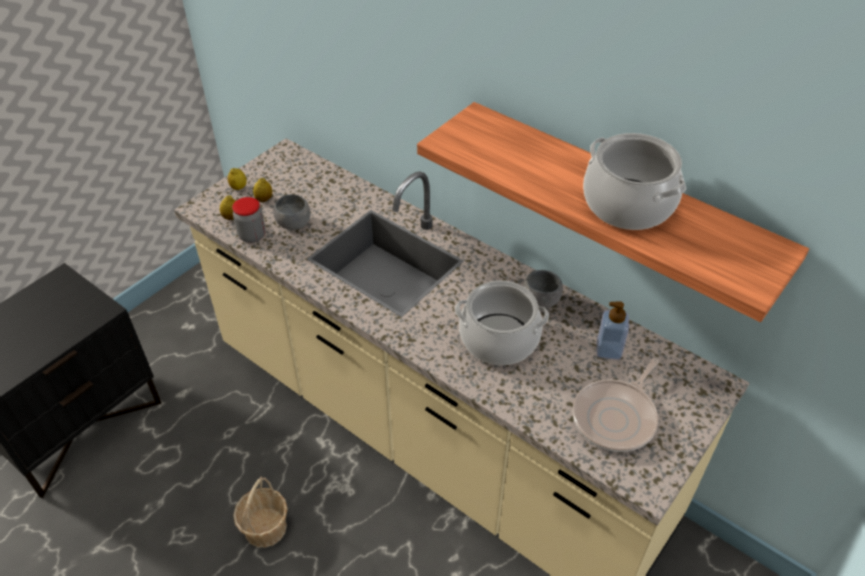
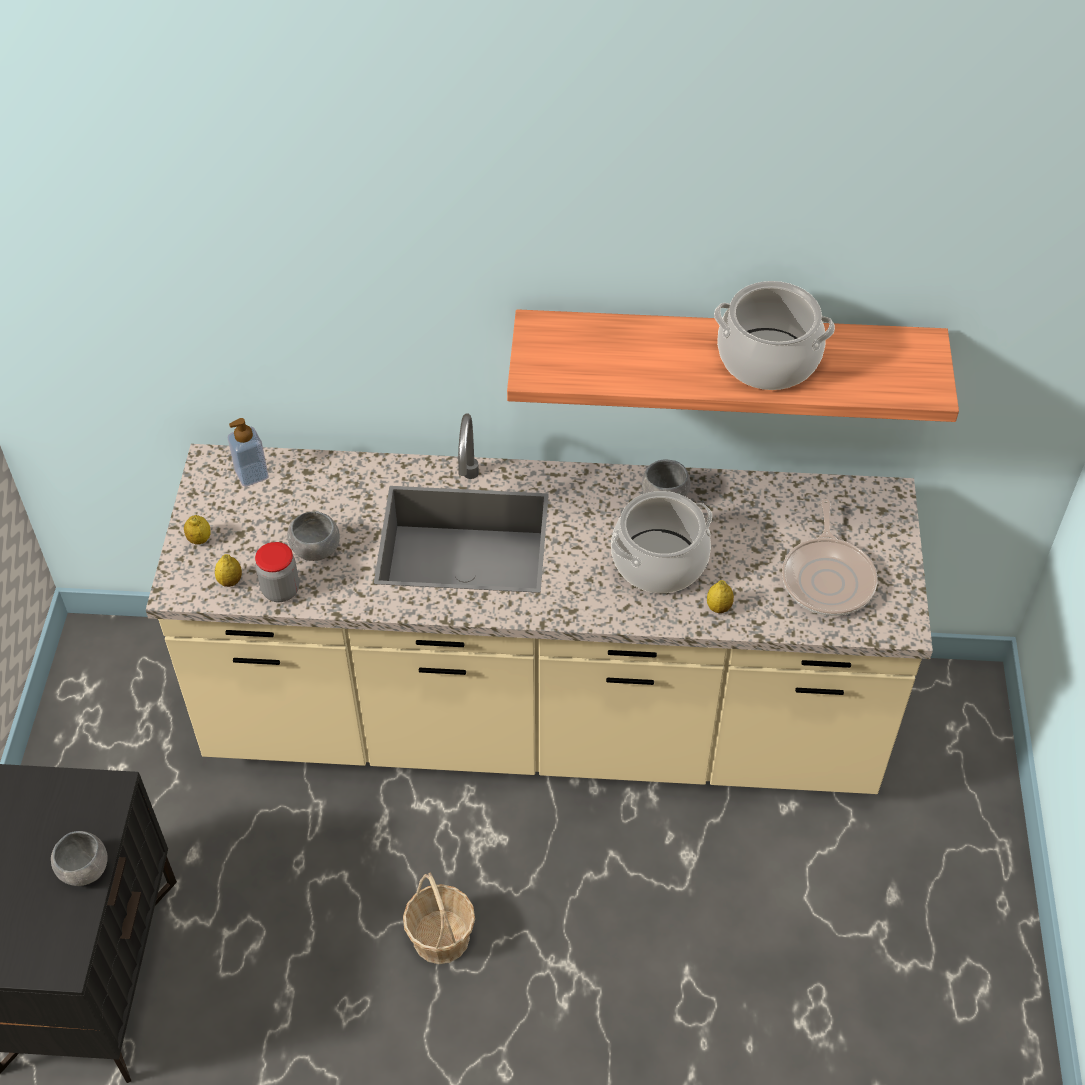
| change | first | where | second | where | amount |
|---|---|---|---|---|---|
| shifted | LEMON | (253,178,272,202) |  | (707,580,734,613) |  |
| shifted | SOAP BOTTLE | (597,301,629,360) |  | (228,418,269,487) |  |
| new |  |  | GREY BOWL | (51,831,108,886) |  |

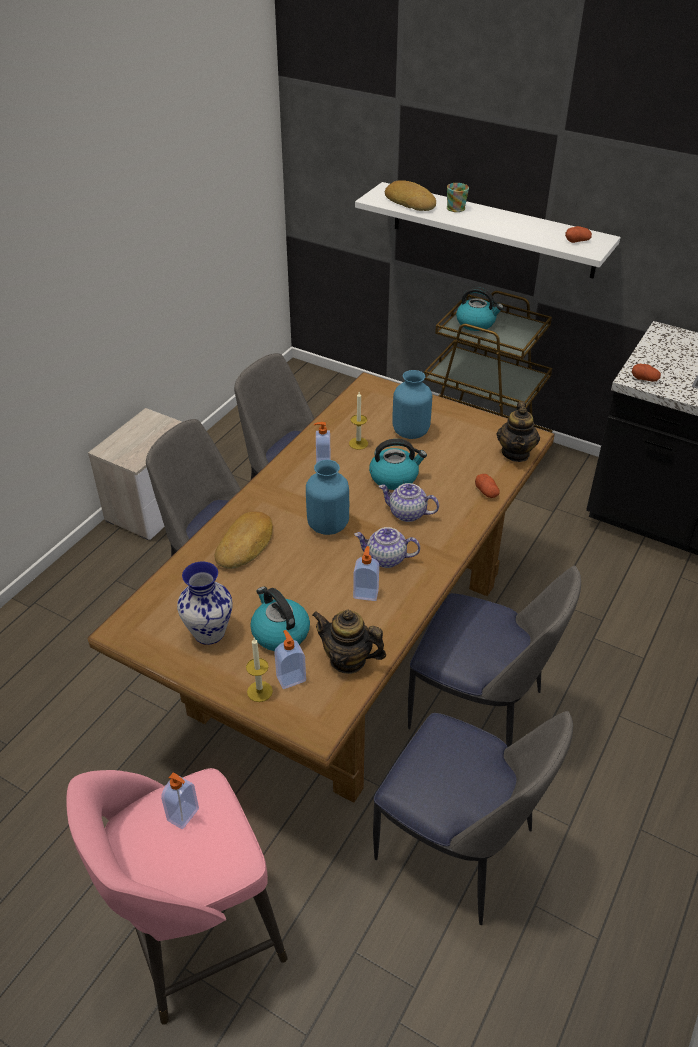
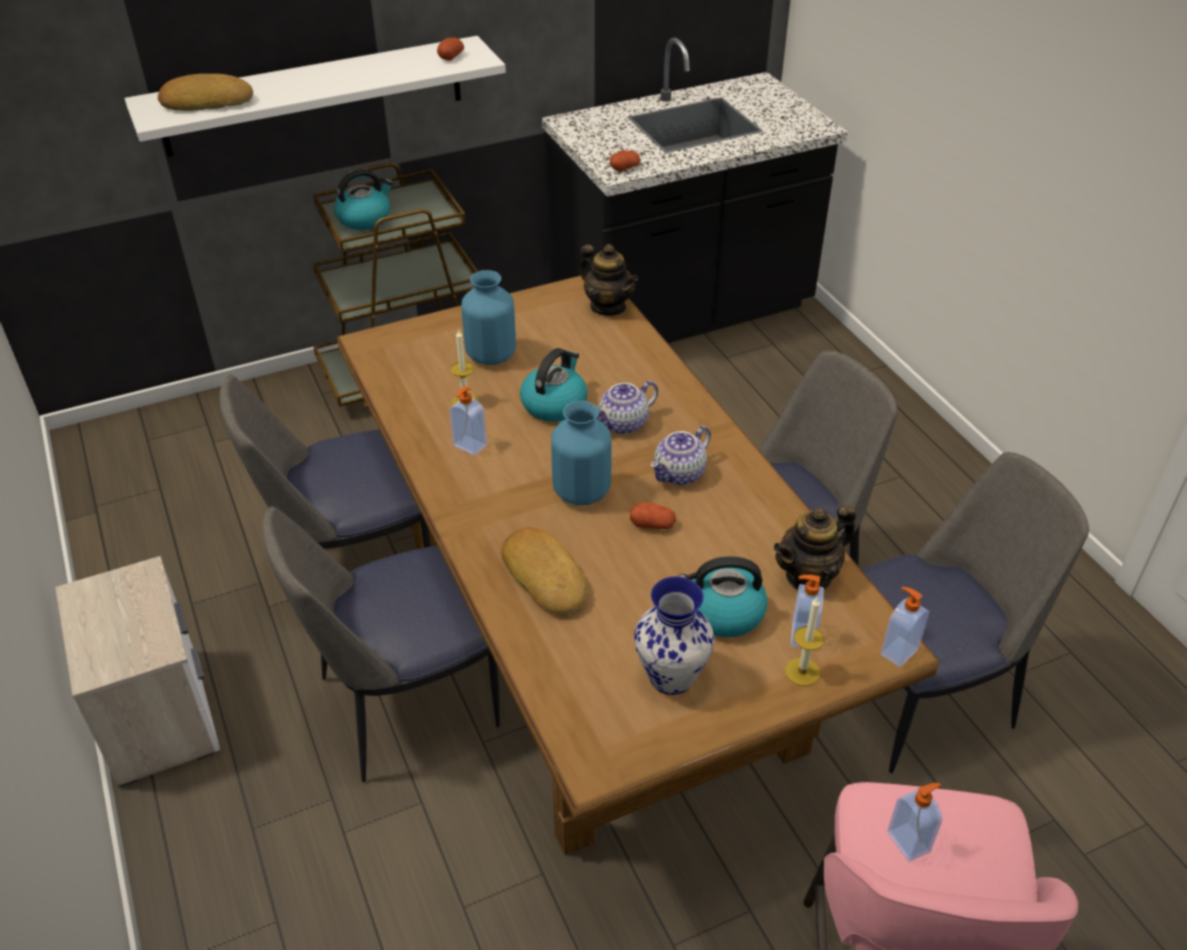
| change | first | where | second | where | amount |
|---|---|---|---|---|---|
| gone | TEA MUG | (447,183,469,212) |  |  |  |
| shifted | POTATO | (475,474,500,498) |  | (630,503,676,529) |  |
| shifted | SOAP BOTTLE | (353,546,379,601) |  | (880,587,929,667) |  |

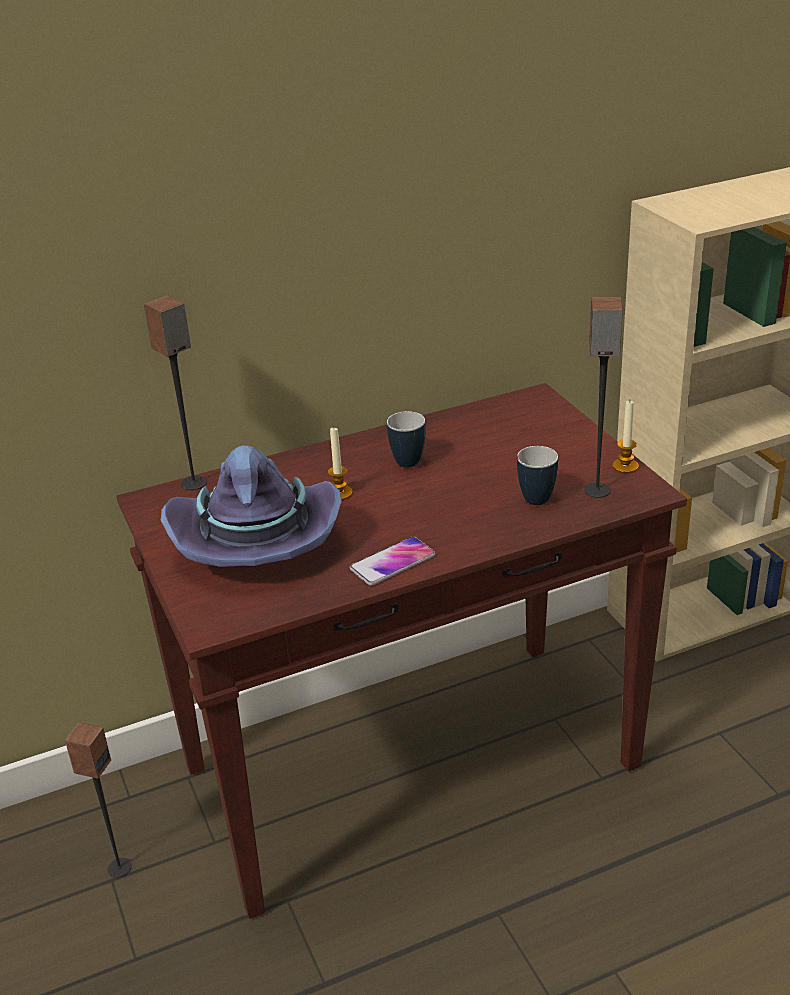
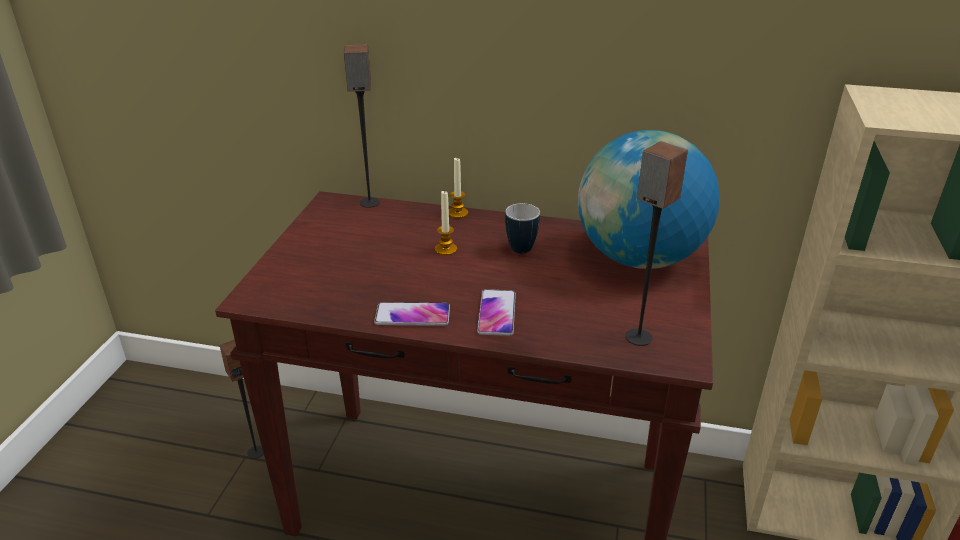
| change | first | where | second | where | amount |
|---|---|---|---|---|---|
| shifted | WAX CANDLE | (613,401,639,473) |  | (449,158,468,219) |  |
| gone | PURPLE-COLOURED CLOTHING HAT | (161,446,342,567) |  |  |  |
| gone | TEA MUG | (517,446,558,505) |  |  |  |
| new |  |  | DESK GLOBE | (578,130,720,269) |  |
| new |  |  | HANDSET | (477,289,516,336) |  |

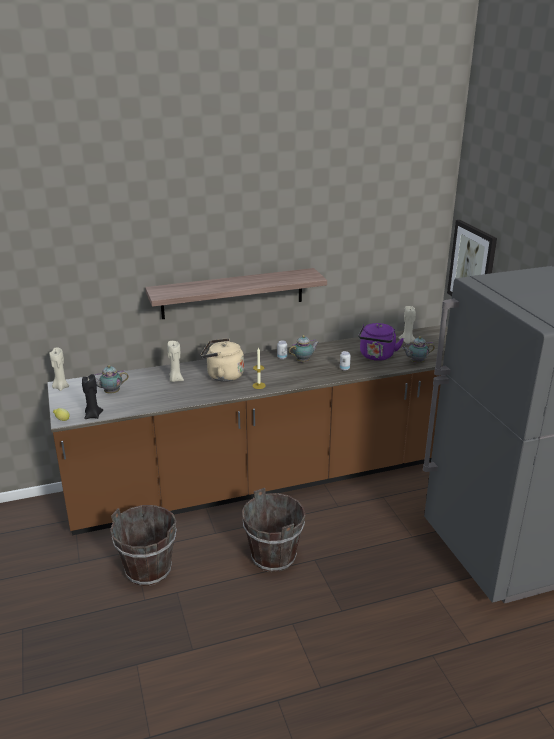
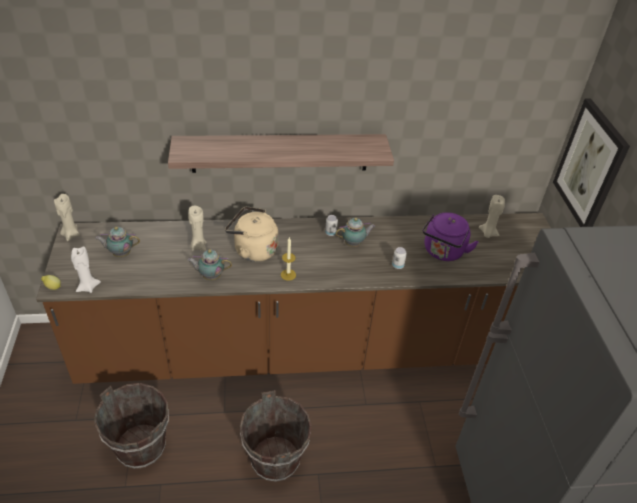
| change | first | where | second | where | amount |
|---|---|---|---|---|---|
| shifted | POT FOR TEA | (402,336,435,363) |  | (187,249,232,281) |  |
| repainted | BLACKISH WAX CANDLE | (82,374,103,419) | WHITE-COLOURED WAX CANDLE | (71,246,101,293) |  |

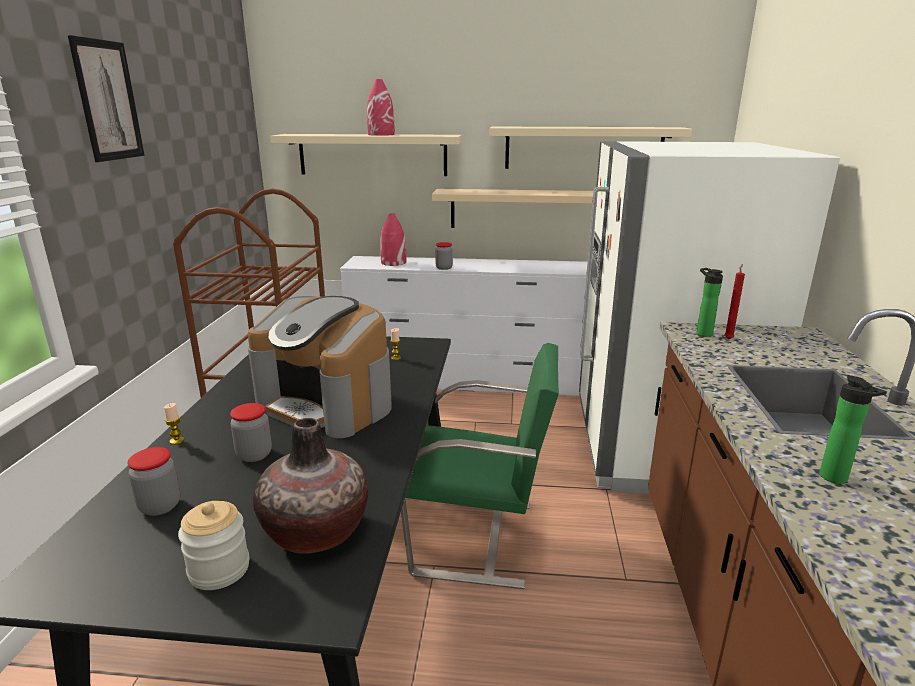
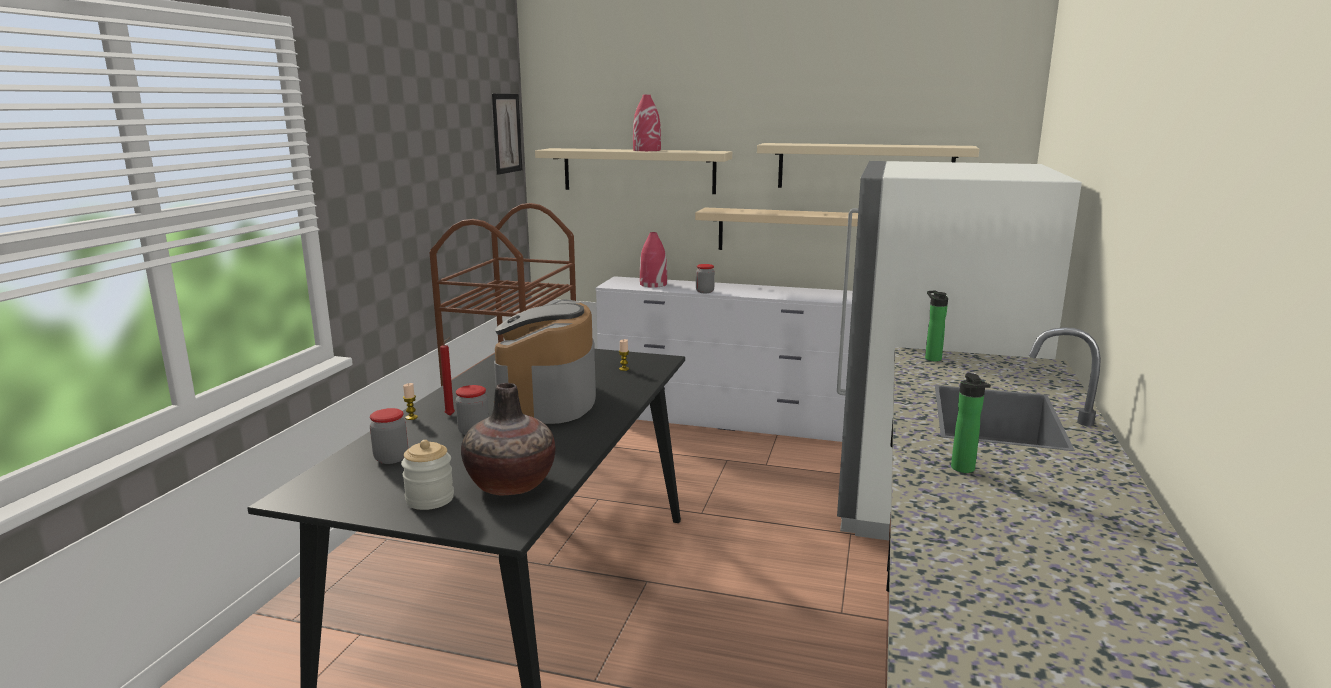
| change | first | where | second | where | amount |
|---|---|---|---|---|---|
| shifted | WALL PICTURE | (68,35,145,162) |  | (492,94,522,175) |  |
| shifted | RED-COLOURED WAX CANDLE | (724,264,745,340) |  | (440,337,455,415) |  |
| rotated | COFFEE BREWER | (248,296,392,438) |  | (494,299,596,424) | 45 degrees clockwise |
| gone | GREEN-COLOURED CHAIR | (401,343,559,589) |  |  |  |

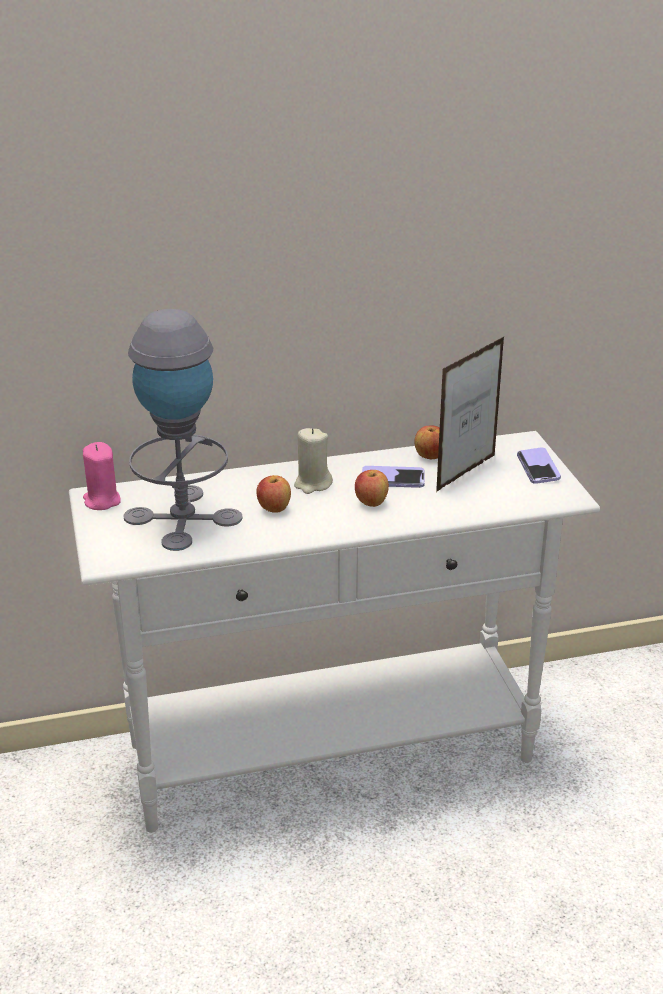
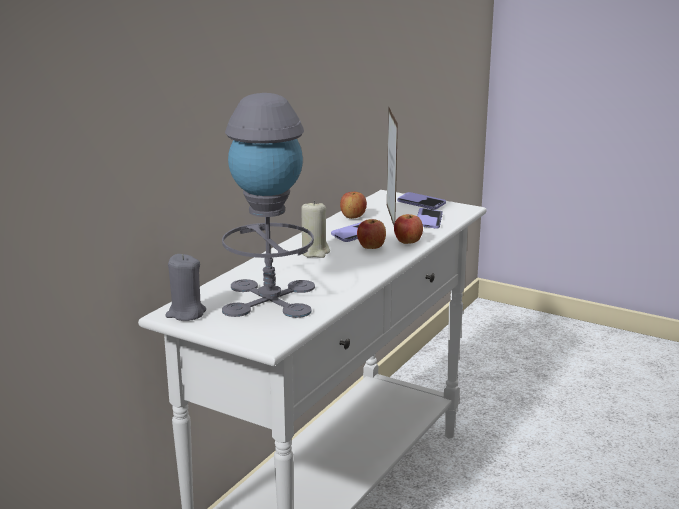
| change | first | where | second | where | amount |
|---|---|---|---|---|---|
| repainted | PINKISH WAX CANDLE | (83,442,121,510) | GREY WAX CANDLE | (165,254,206,321) |  |
| shifted | WHOLE APPLE | (256,475,291,513) |  | (394,214,423,244) |  |
| new |  |  | HANDSET | (417,208,443,229) |  |

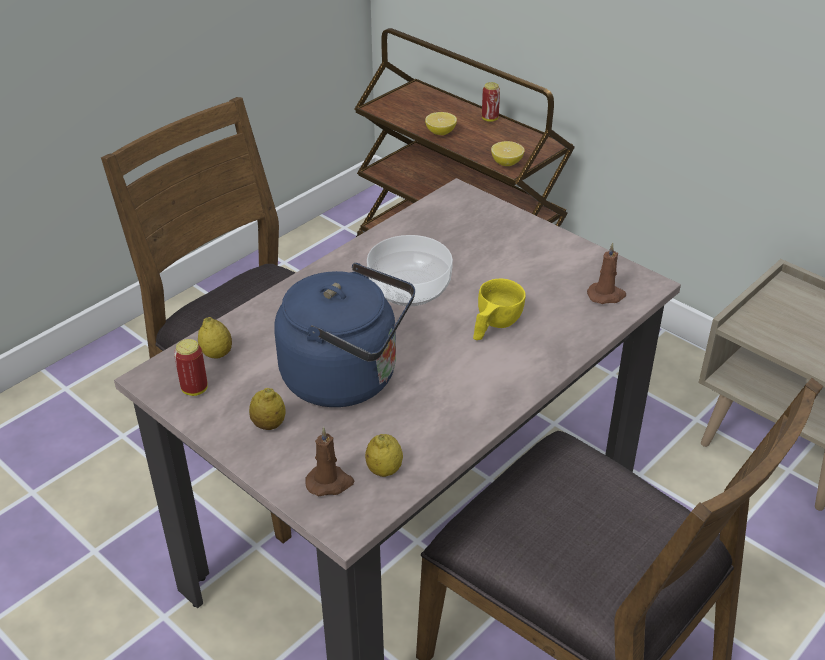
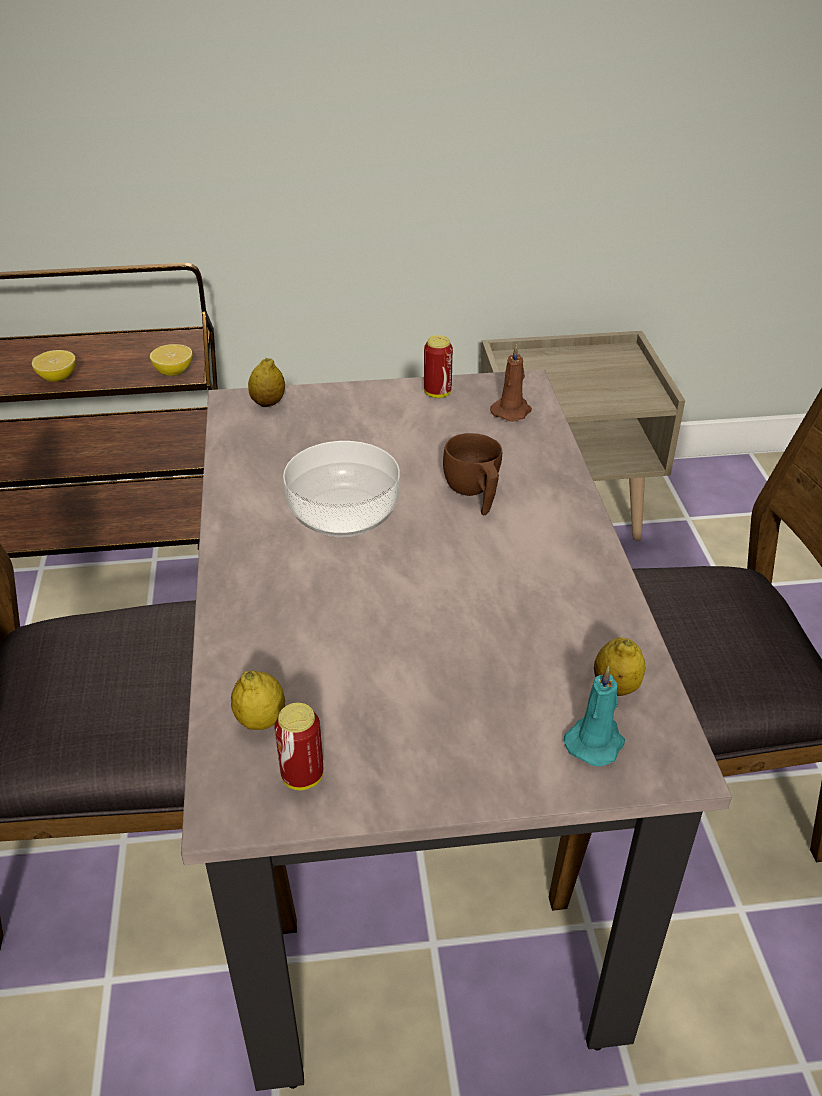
| change | first | where | second | where | amount |
|---|---|---|---|---|---|
| shifted | CAN | (482,82,500,122) |  | (424,335,453,398) |  |
| gone | BLUISH WATER KETTLE | (274,263,415,407) |  |  |  |
| repainted | YELLOW-COLOURED CUP | (473,279,526,340) | BROWNISH CUP | (443,433,502,515) |  |
| shifted | LEMON | (249,388,285,430) |  | (248,358,285,407) |  |
| repainted | BROWNISH WAX CANDLE | (305,427,354,496) | BLUE-GREEN WAX CANDLE | (564,666,625,766) |  |

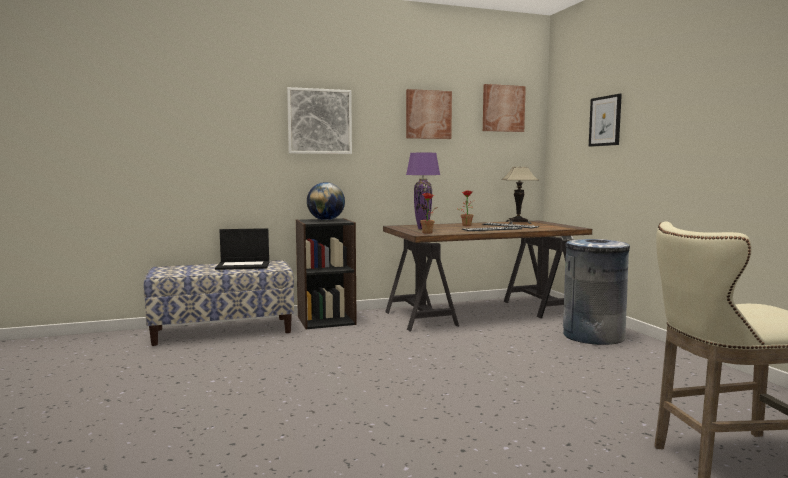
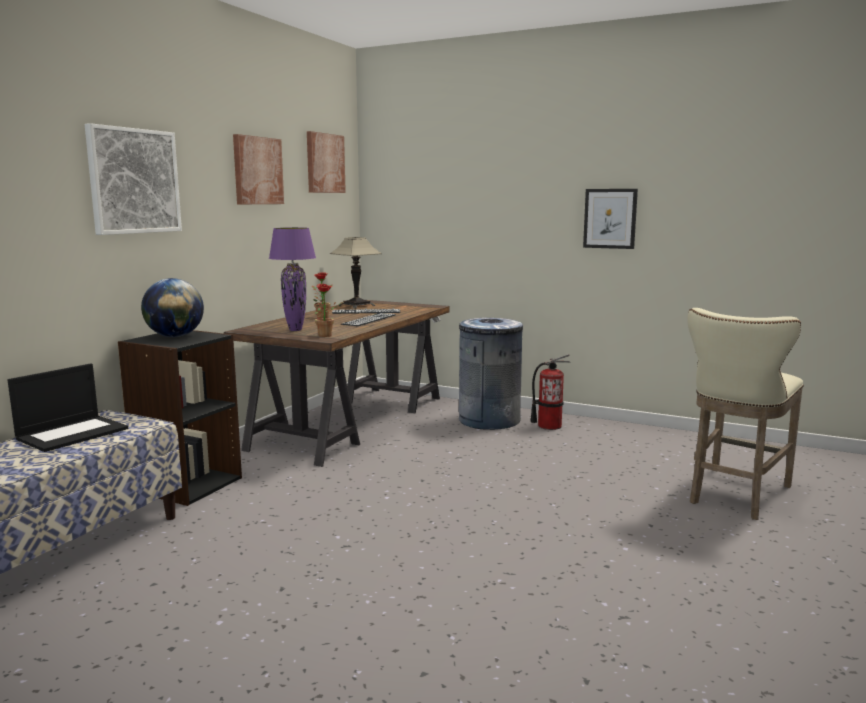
| change | first | where | second | where | amount |
|---|---|---|---|---|---|
| shifted | WALL PICTURE | (589,94,622,147) |  | (583,189,638,249) |  |
| new |  |  | EXTINGUISHER | (531,354,570,430) |  |

